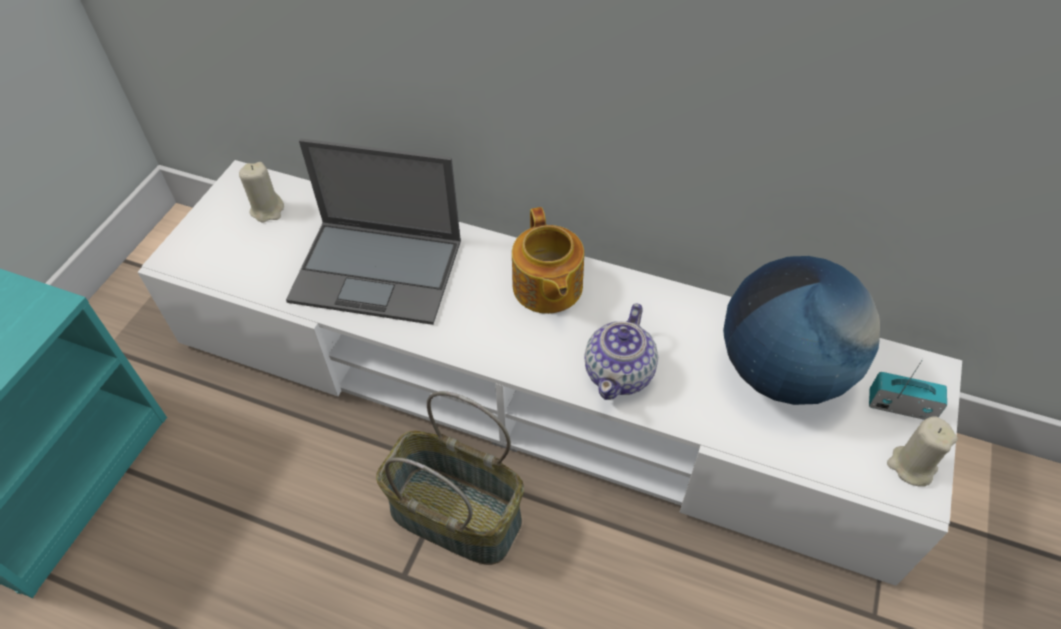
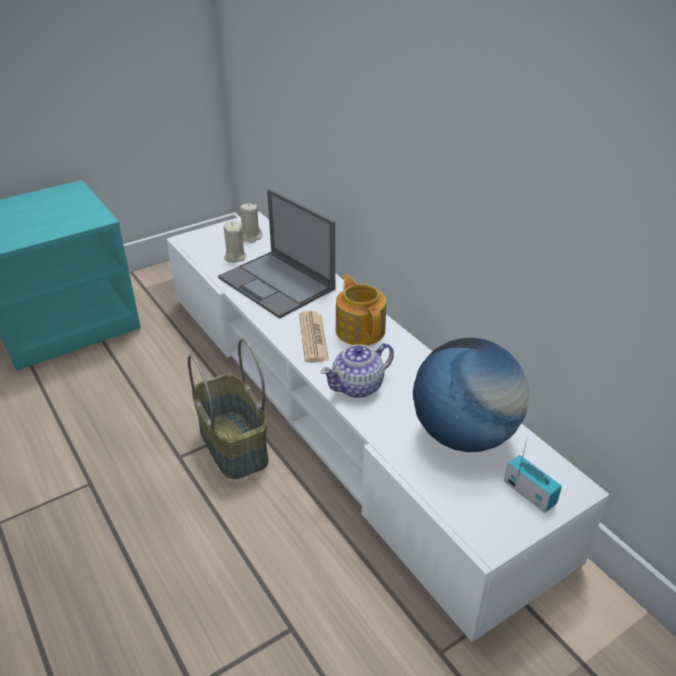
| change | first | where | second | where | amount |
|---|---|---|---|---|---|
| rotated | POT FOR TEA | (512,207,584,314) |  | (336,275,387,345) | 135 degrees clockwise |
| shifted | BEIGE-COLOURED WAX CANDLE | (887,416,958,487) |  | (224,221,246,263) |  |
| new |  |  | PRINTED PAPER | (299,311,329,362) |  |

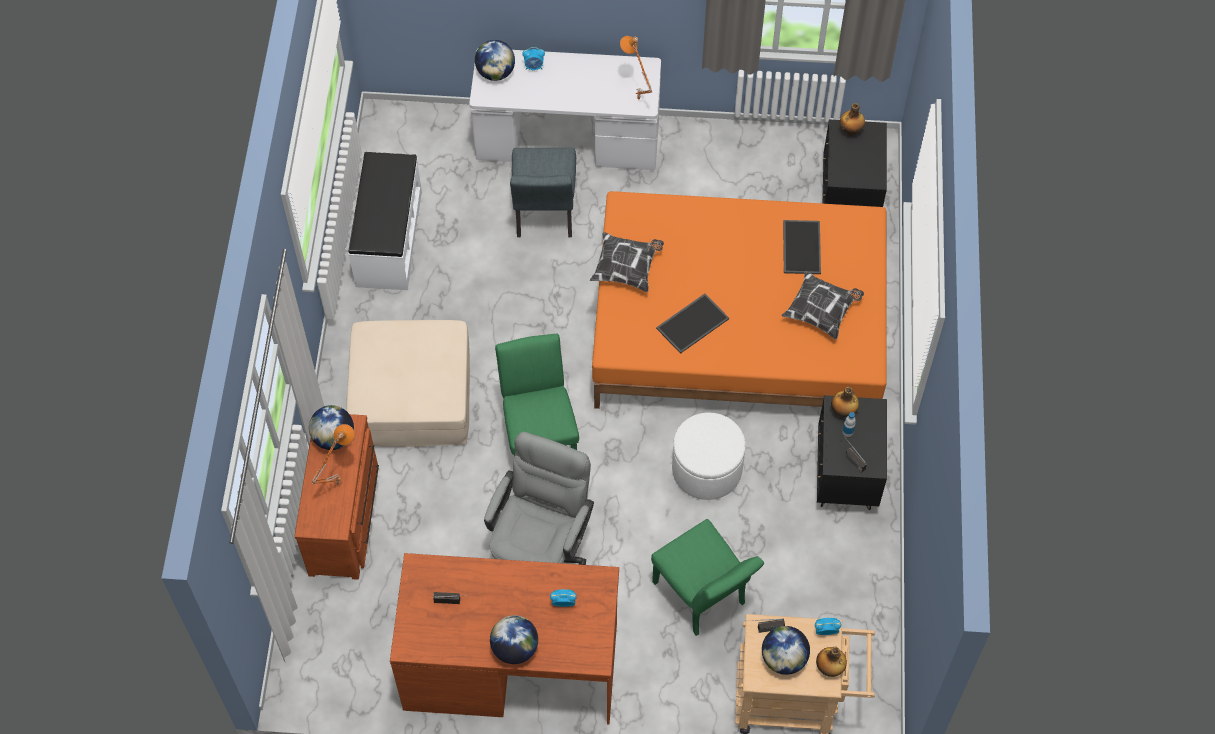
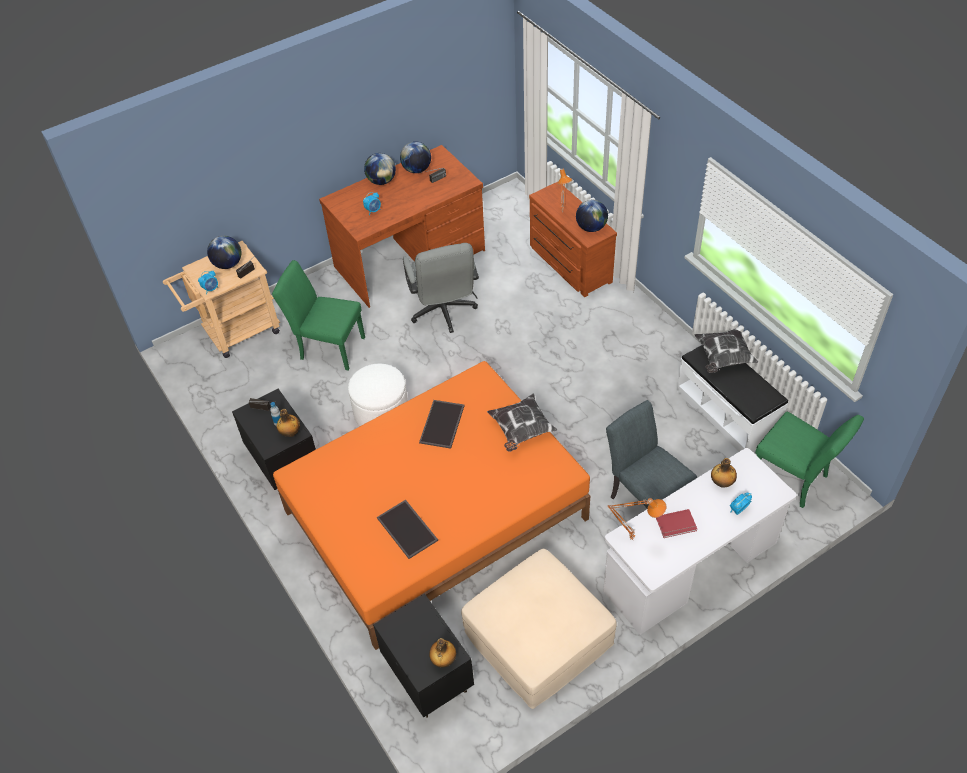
| change | first | where | second | where | amount |
|---|---|---|---|---|---|
| shifted | DESK GLOBE | (475,40,515,81) |  | (400,141,431,173) |  |
| shifted | PILLOW | (782,271,864,340) |  | (694,329,758,373) |  |
| shifted | BEIGE-COLOURED FOOTREST | (346,320,470,447) |  | (461,549,617,709) |  |
| shifted | GREEN-COLOURED CHAIR | (495,334,579,456) |  | (755,411,864,508) |  |
| shifted | BEVERAGE BOTTLE | (816,647,847,677) |  | (711,458,737,488) |  |
| new |  |  | RED-COLOURED VOLUME | (656,509,697,538) |  |

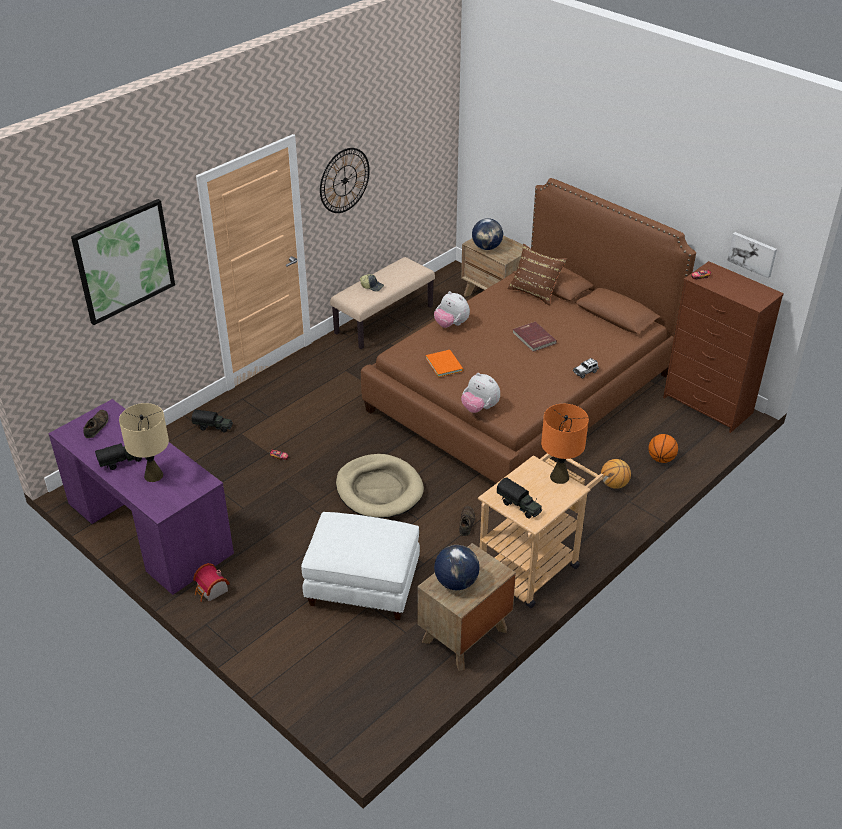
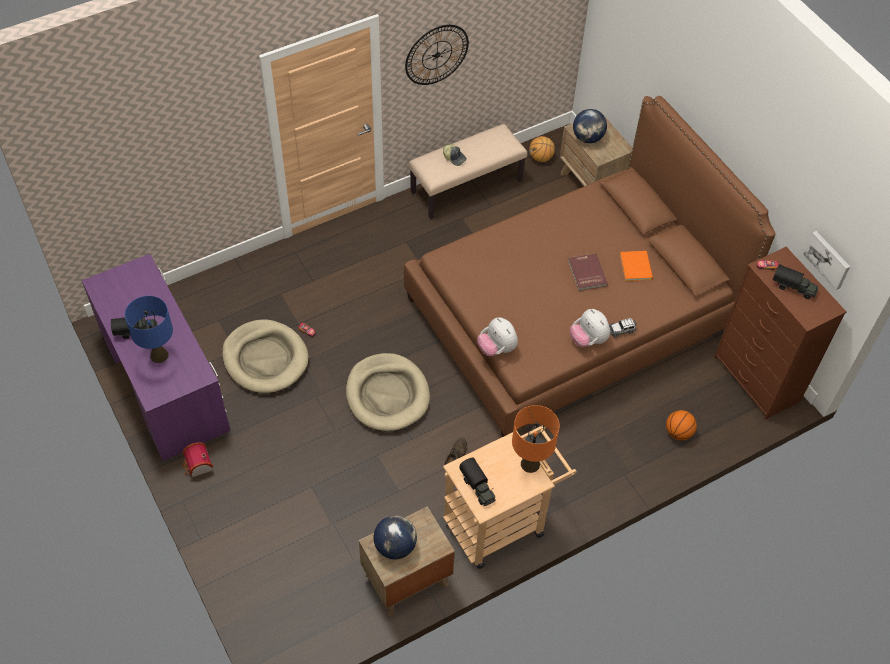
| change | first | where | second | where | amount |
|---|---|---|---|---|---|
| gone | WALL PICTURE | (71,199,175,325) |  |  |  |
| gone | BROWNISH PILLOW | (508,244,567,305) |  |  |  |
| shifted | SOFT TOY | (434,291,470,328) |  | (570,309,610,347) |  |
| shifted | ORANGE-COLOURED VOLUME | (426,350,464,377) |  | (620,251,653,281) |  |
| repainted | BEIGE-COLOURED TABLETOP LAMP | (119,403,169,482) | BLUISH TABLETOP LAMP | (125,296,173,363) |  |
| gone | BROWNISH SHOE | (83,410,108,438) |  |  |  |
| shifted | MODEL TRUCK | (192,410,233,433) |  | (773,264,818,299) |  |
| shifted | BALL FOR BASKETBALL | (601,459,631,489) |  | (529,136,555,162) |  |
| gone | WHITE-COLOURED FOOTREST | (301,512,420,620) |  |  |  |
| new |  |  | BEIGE-COLOURED DOG BED | (222,320,309,394) |  |

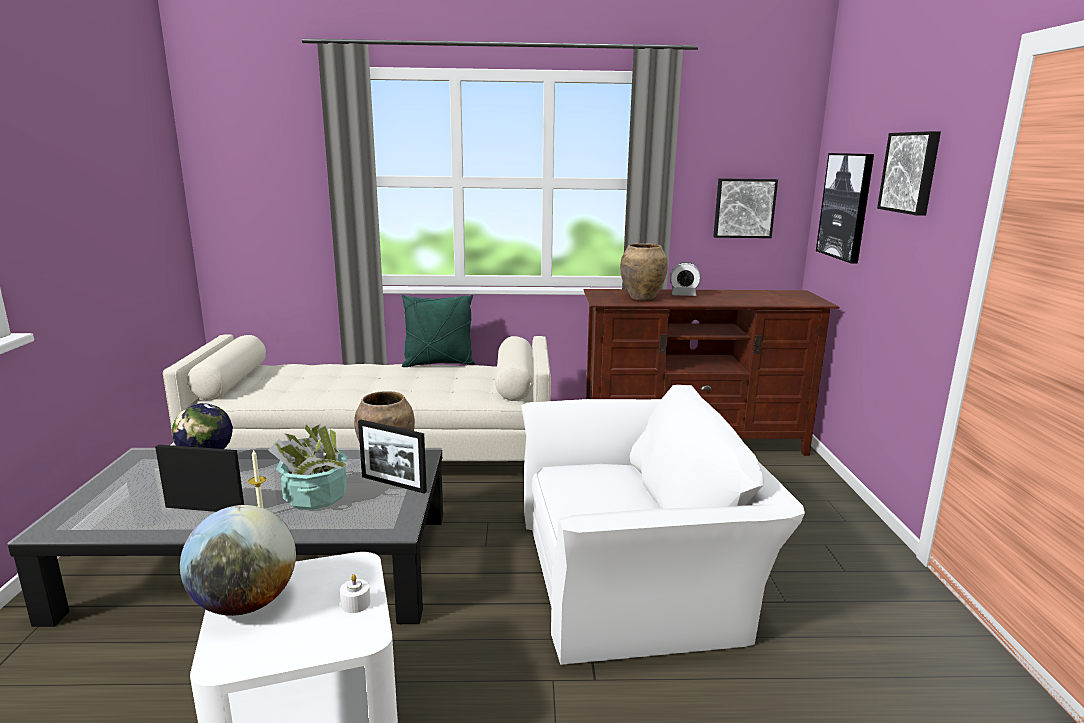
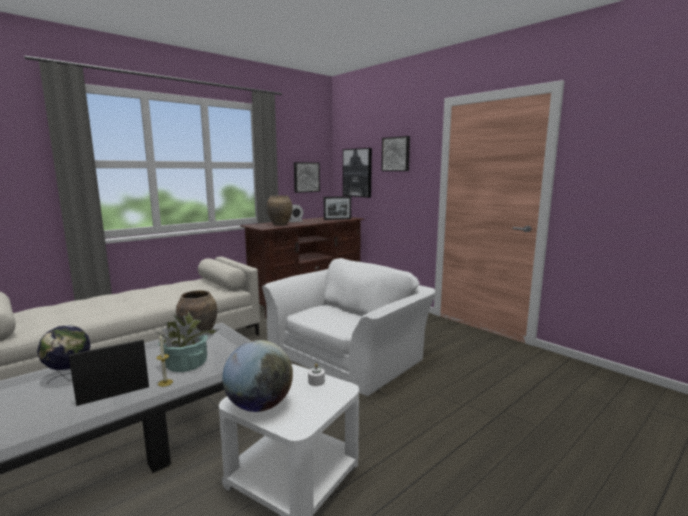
| change | first | where | second | where | amount |
|---|---|---|---|---|---|
| gone | GREEN-COLOURED PILLOW | (402,295,475,367) |  |  |  |
| shifted | PICTURE FRAME | (358,420,427,493) |  | (324,196,351,220) |  |

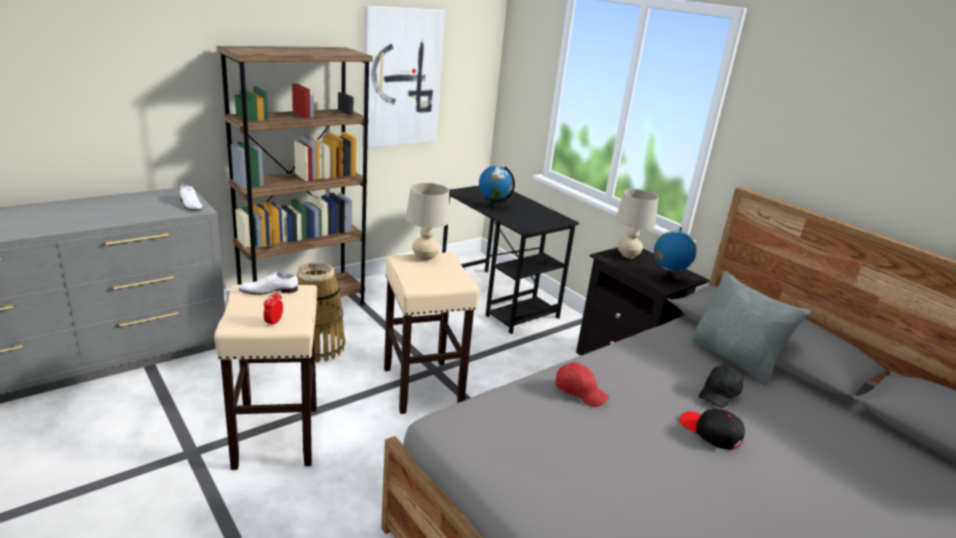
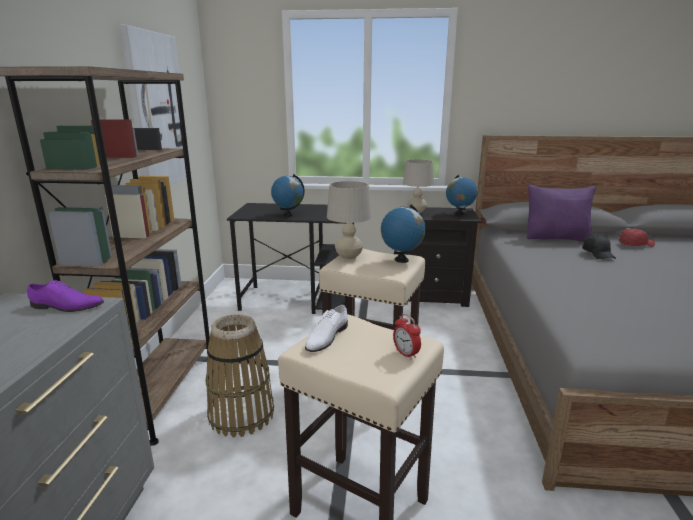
| change | first | where | second | where | amount |
|---|---|---|---|---|---|
| repainted | WHITE-COLOURED SHOE | (180,184,203,211) | PURPLE-COLOURED SHOE | (27,280,104,312) |  |
| repainted | GREY PILLOW | (691,271,811,385) | PURPLE-COLOURED PILLOW | (527,185,596,242) |  |
| shifted | RED-COLOURED CAP | (556,362,609,407) |  | (619,228,655,247) |  |
| gone | BLACKISH CAP | (680,409,745,450) |  |  |  |
| new |  |  | DESK GLOBE | (381,204,426,263) |  |

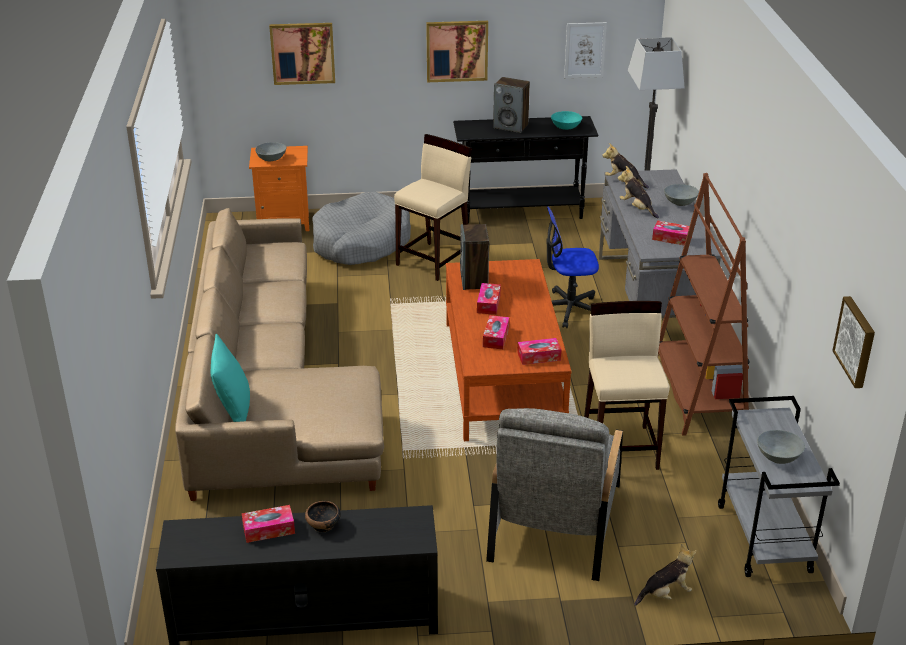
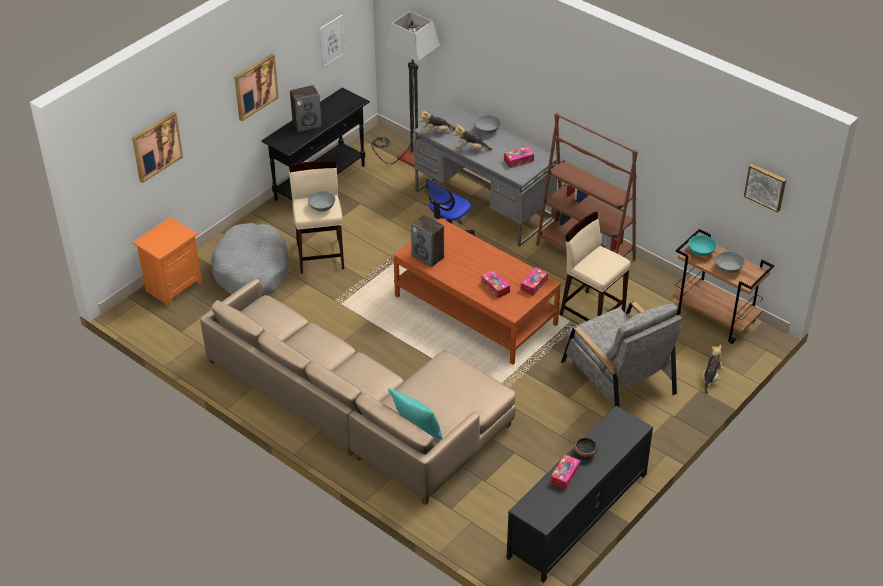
| change | first | where | second | where | amount |
|---|---|---|---|---|---|
| shifted | BLUE-GREEN BOWL | (551,111,582,130) |  | (689,235,717,256) |  |
| shifted | GREY BOWL | (255,142,286,161) |  | (308,191,335,212) |  |
| gone | TISSUE BOX | (477,283,501,315) |  |  |  |
| repainted | GREY WHEELED CART | (718,396,840,577) | BROWNISH WHEELED CART | (672,229,774,344) |  |

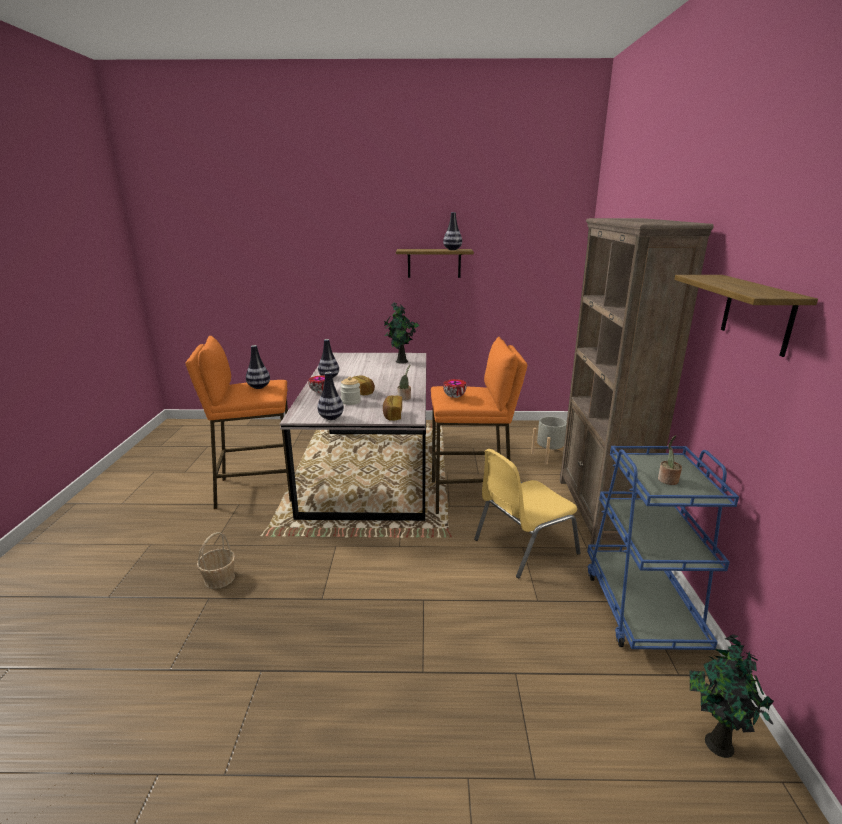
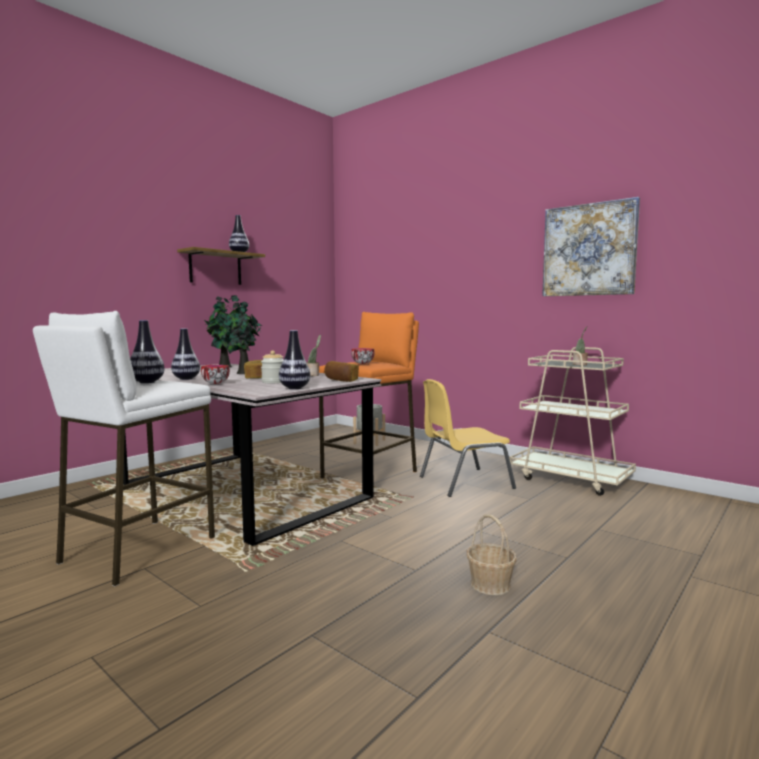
| change | first | where | second | where | amount |
|---|---|---|---|---|---|
| gone | BROWNISH BOOKSHELF | (560,218,714,550) |  |  |  |
| swapped | WALL SHELF | (674,275,818,357) | WALL PICTURE | (542,197,640,296) |  |
| repainted | ORANGE-COLOURED STOOL SEAT | (185,336,291,509) | WHITE-COLOURED STOOL SEAT | (33,311,215,586) |  |
| repainted | BLUISH WHEELED CART | (587,446,739,650) | BEIGE-COLOURED WHEELED CART | (509,347,636,496) |  |
| rotated | YELLOW-COLOURED CHAIR | (474,449,580,578) |  | (420,379,516,497) | 60 degrees clockwise |
| shifted | HOUSEHOLD BASKET | (197,532,236,589) |  | (467,514,517,595) |  |
| shifted | POTTED PLANT | (690,634,774,758) |  | (217,295,263,374) |  |

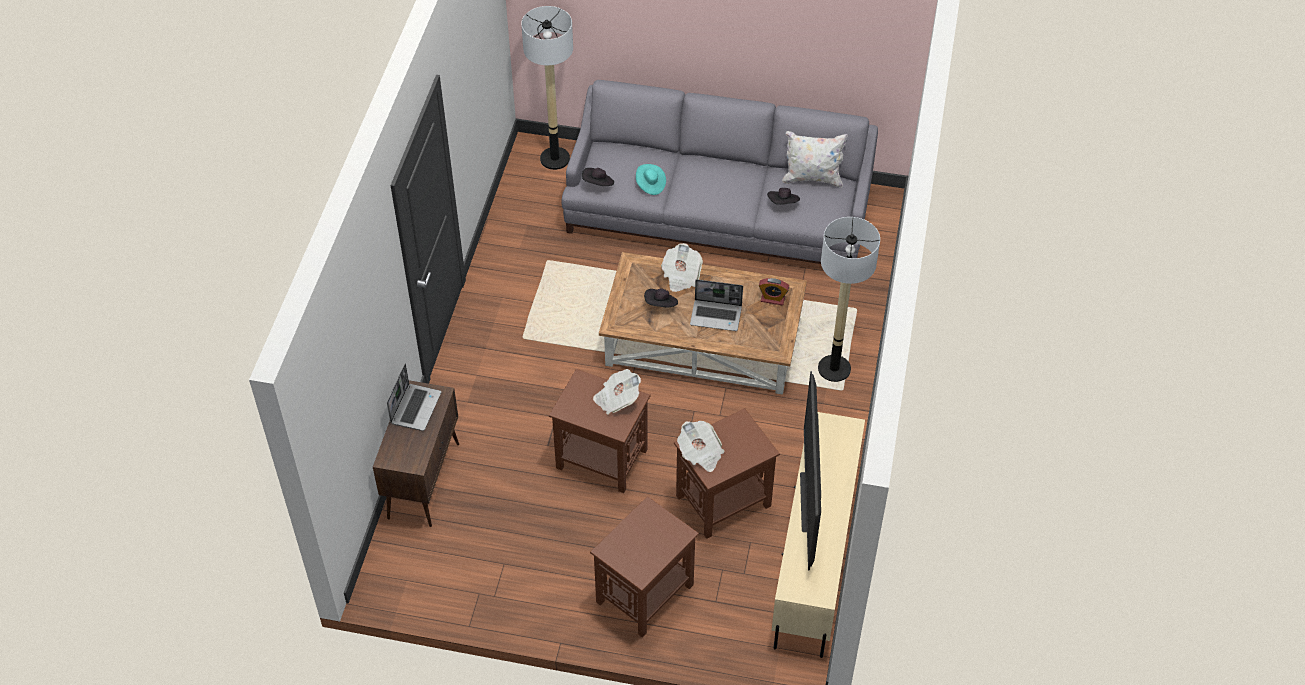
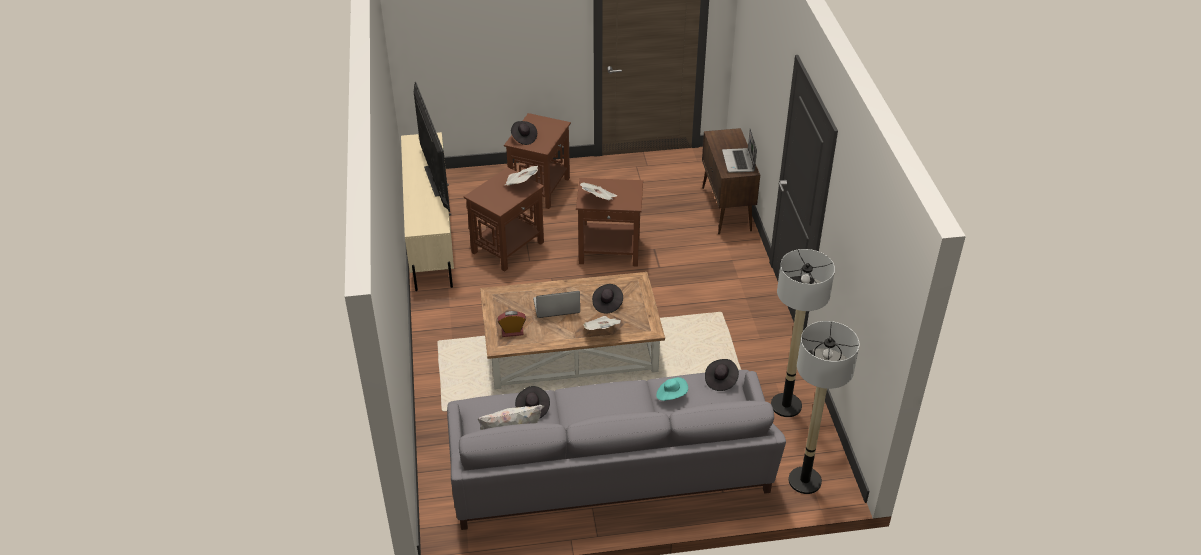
| change | first | where | second | where | amount |
|---|---|---|---|---|---|
| shifted | STANDARD LAMP | (818,217,880,382) |  | (771,249,835,417) |  |
| new |  |  | BLACKISH CLOTHING HAT | (511,121,537,145) |  |

